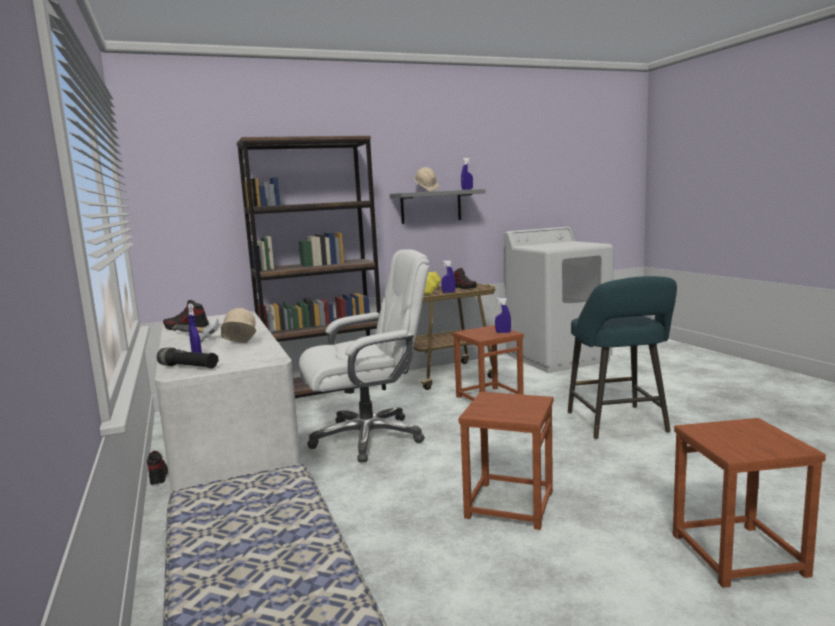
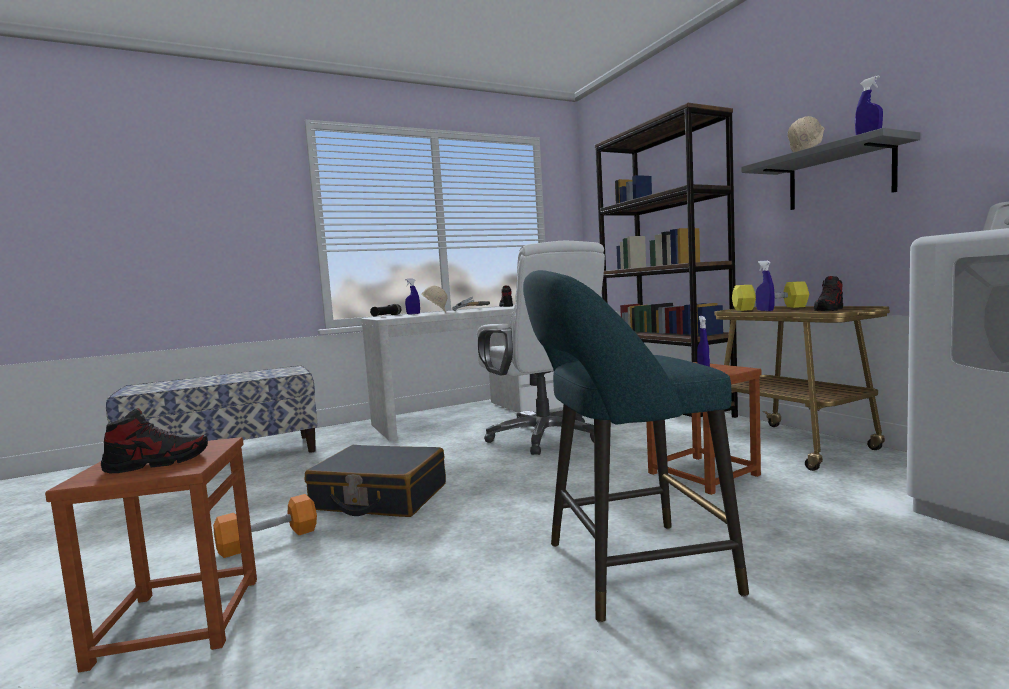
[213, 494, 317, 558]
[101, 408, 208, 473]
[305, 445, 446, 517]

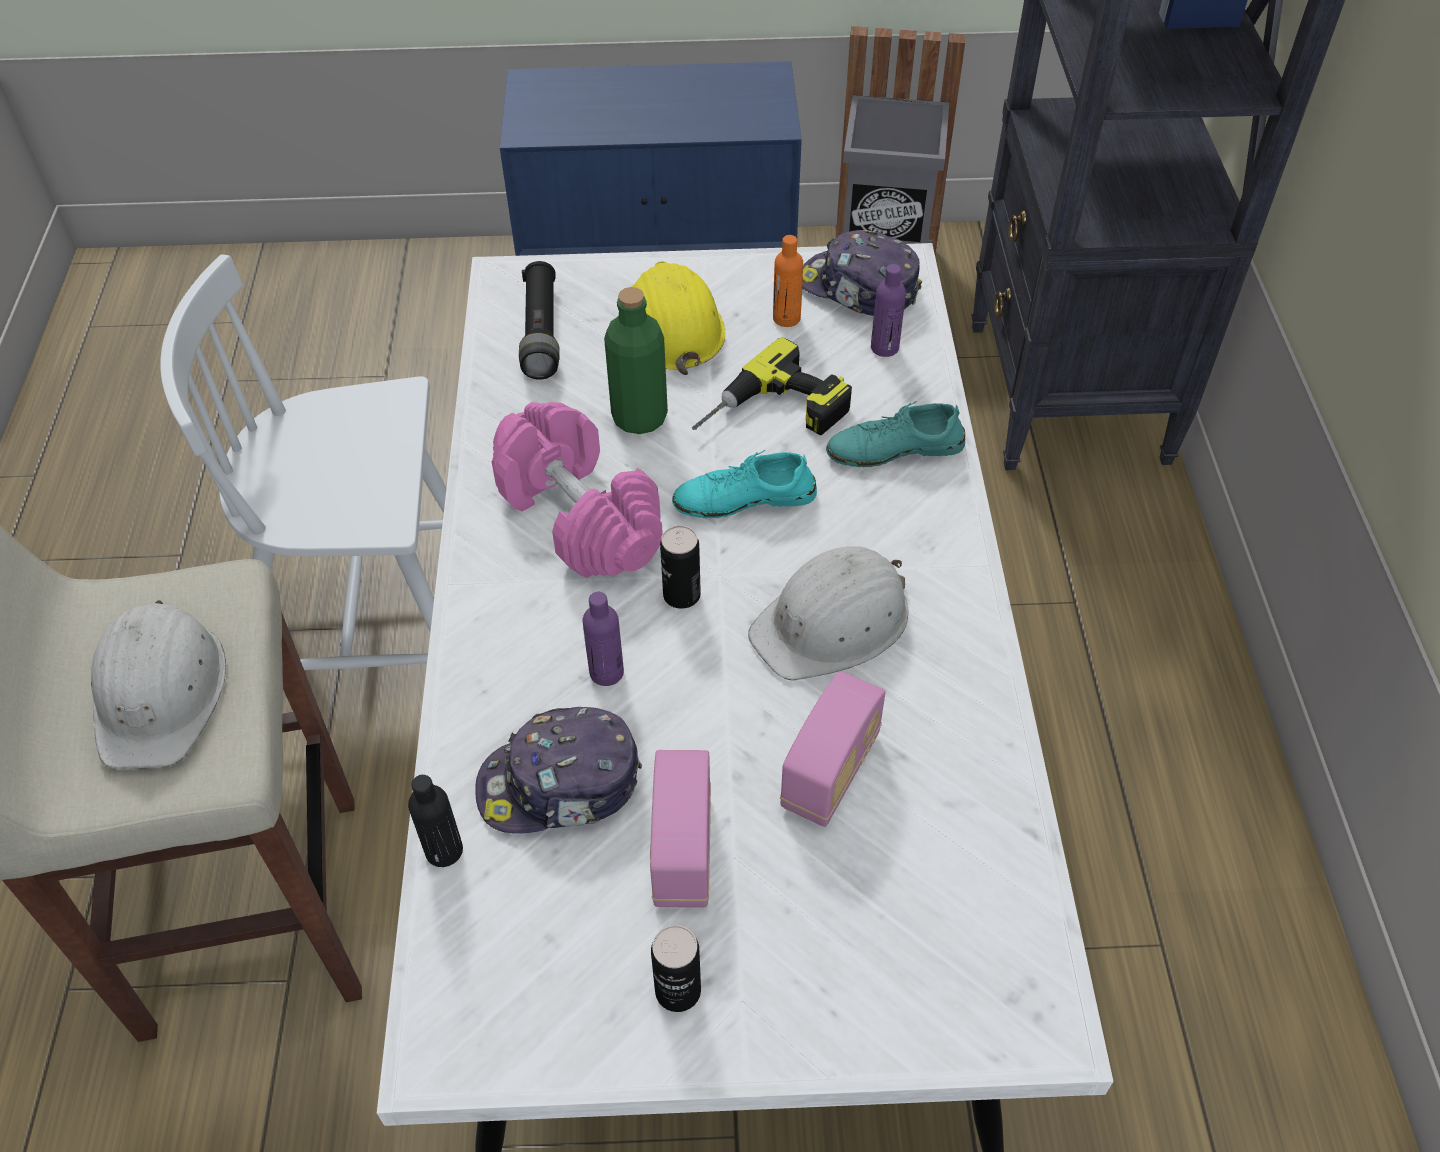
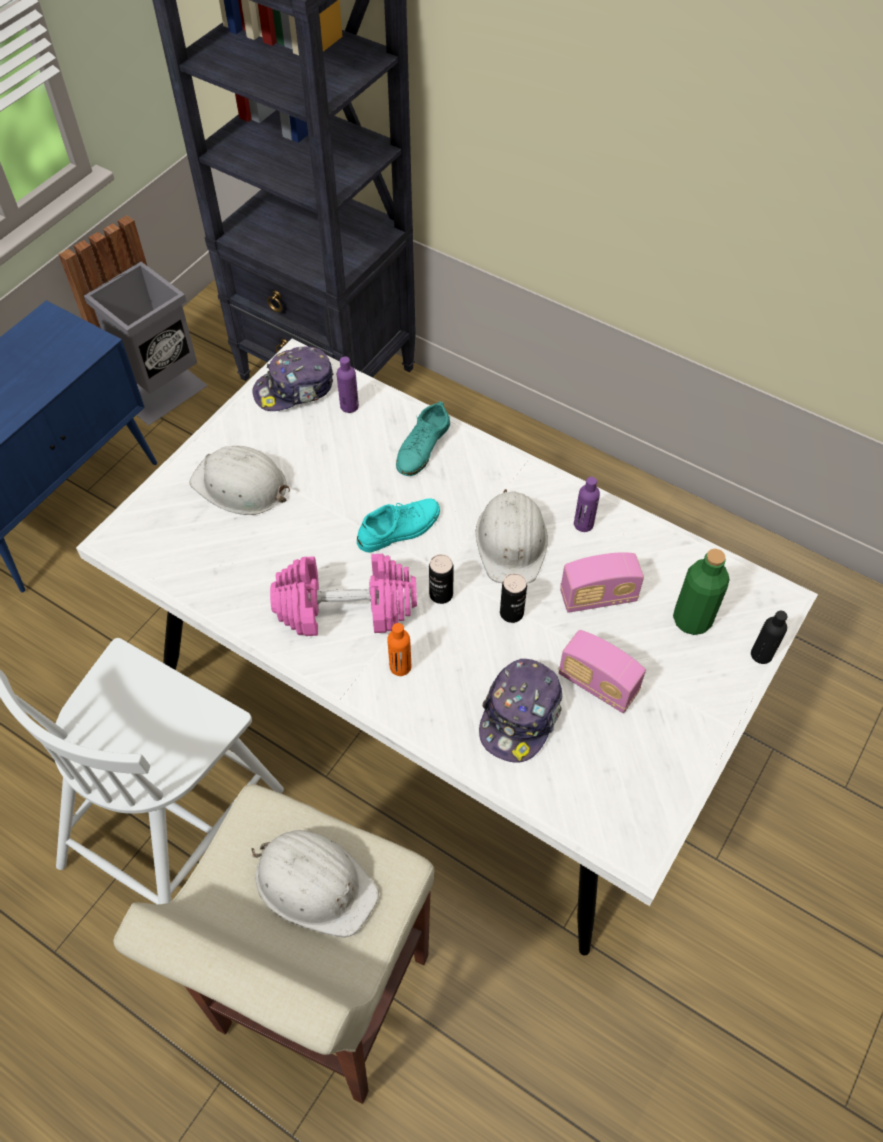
[519, 261, 559, 380] (first image)
[692, 338, 852, 435] (first image)
[751, 611, 787, 664]
[574, 477, 600, 532]
[673, 549, 730, 635]
[500, 573, 527, 623]
[387, 623, 411, 676]
[190, 446, 290, 515]
[357, 499, 440, 553]
[560, 552, 644, 613]

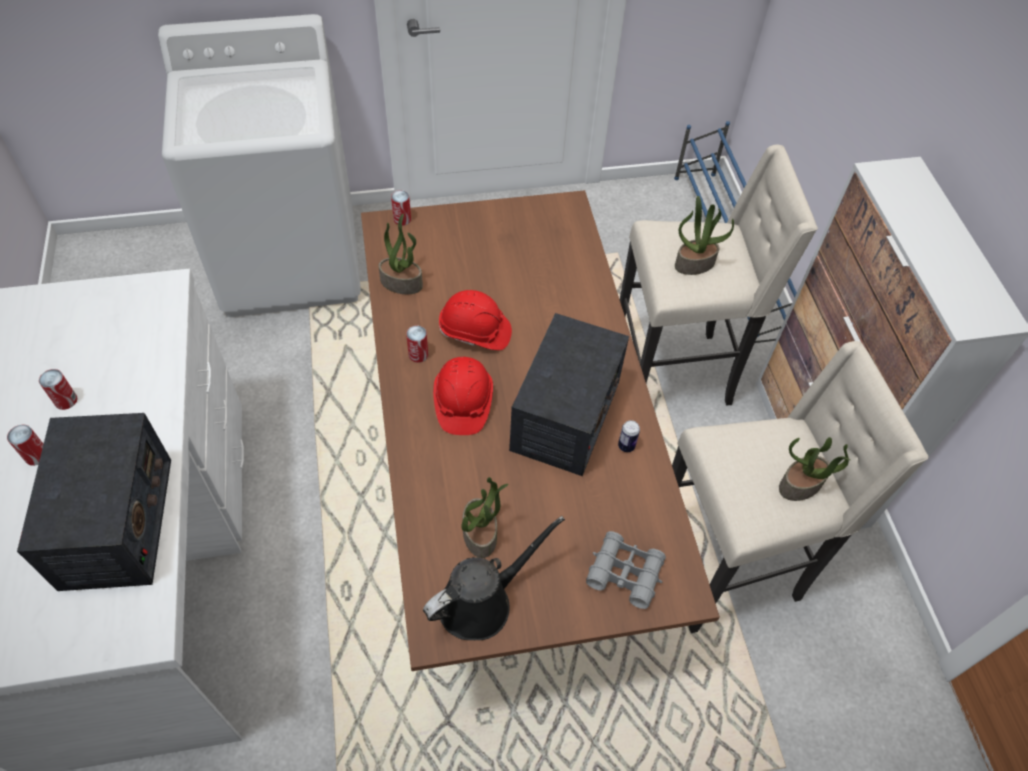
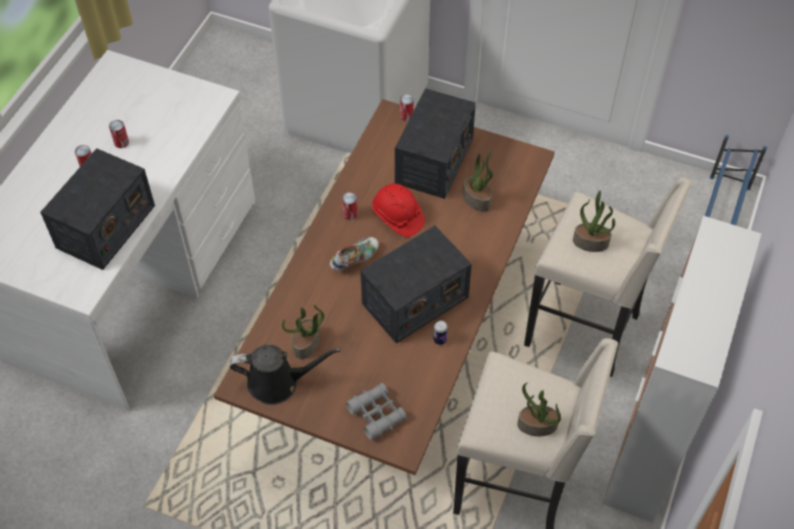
[395, 88, 476, 199]
[463, 152, 493, 212]
[330, 237, 379, 271]

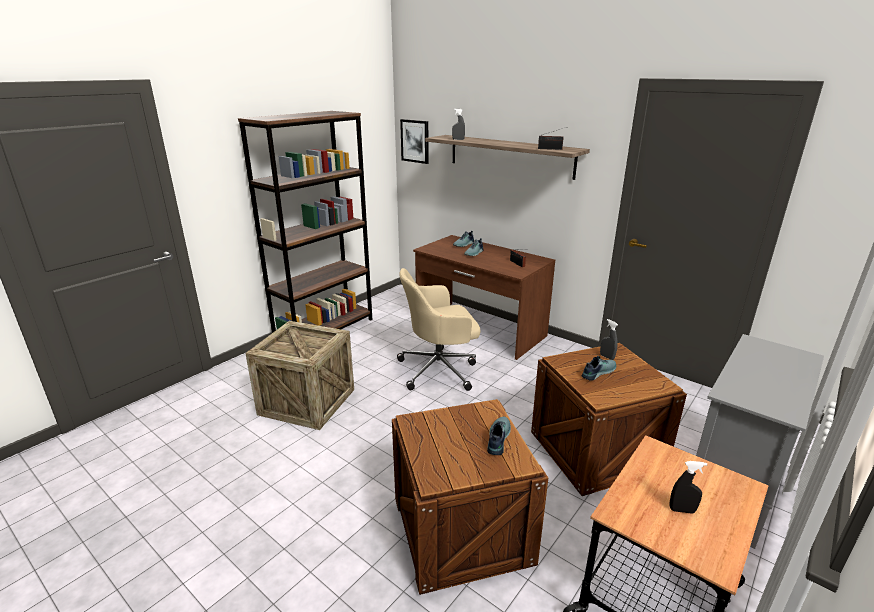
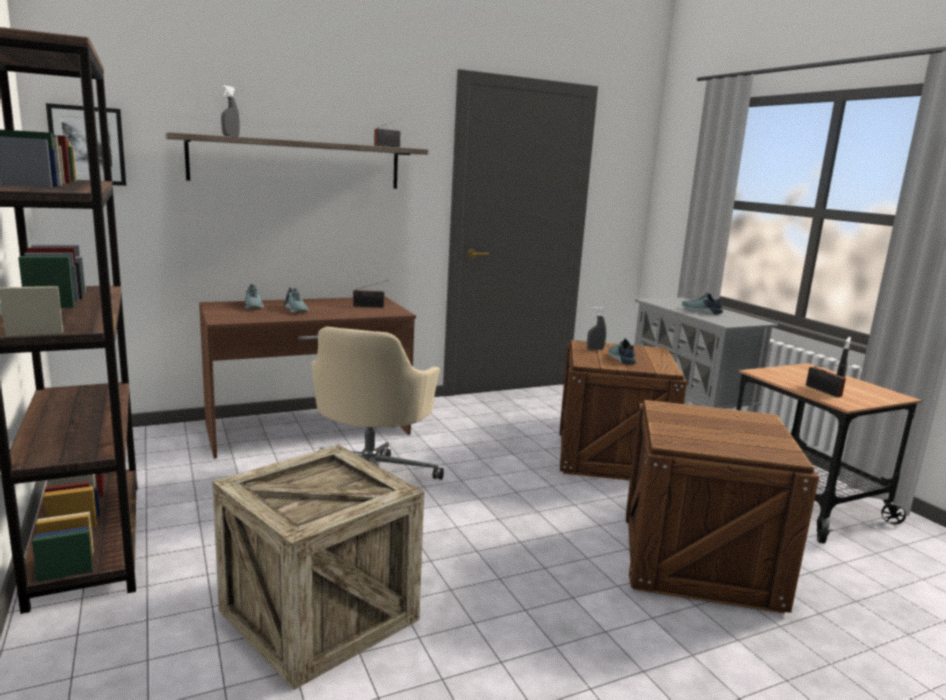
[806, 365, 846, 397]
[682, 292, 723, 315]

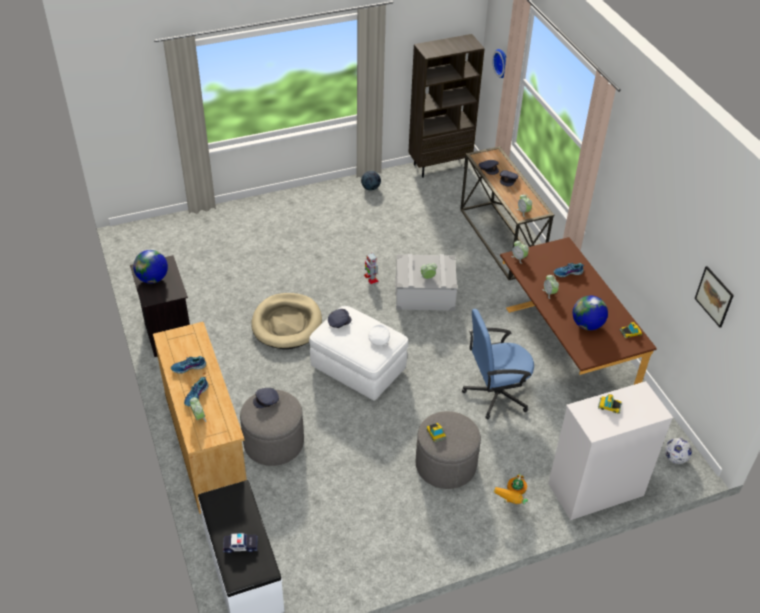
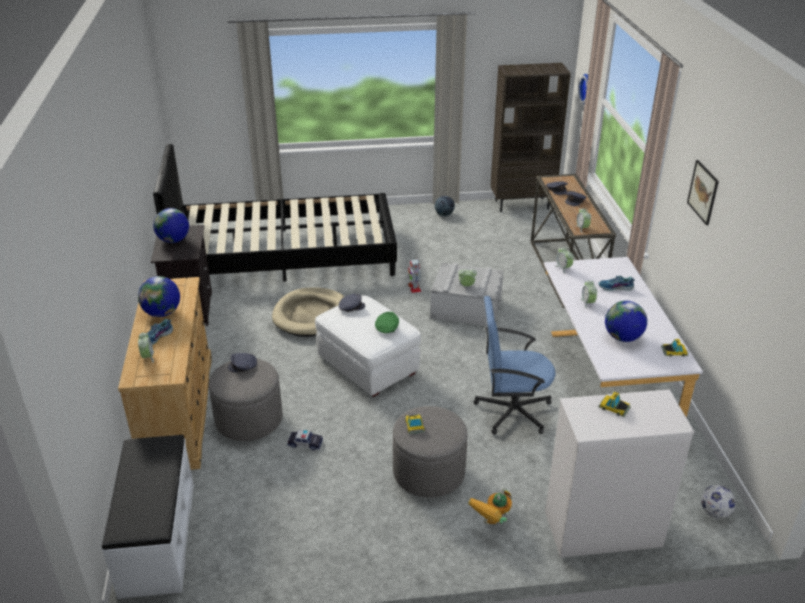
[153, 144, 397, 282]
[287, 430, 323, 450]
[687, 160, 719, 225]
[138, 276, 180, 317]
[375, 312, 399, 333]
[544, 257, 703, 418]

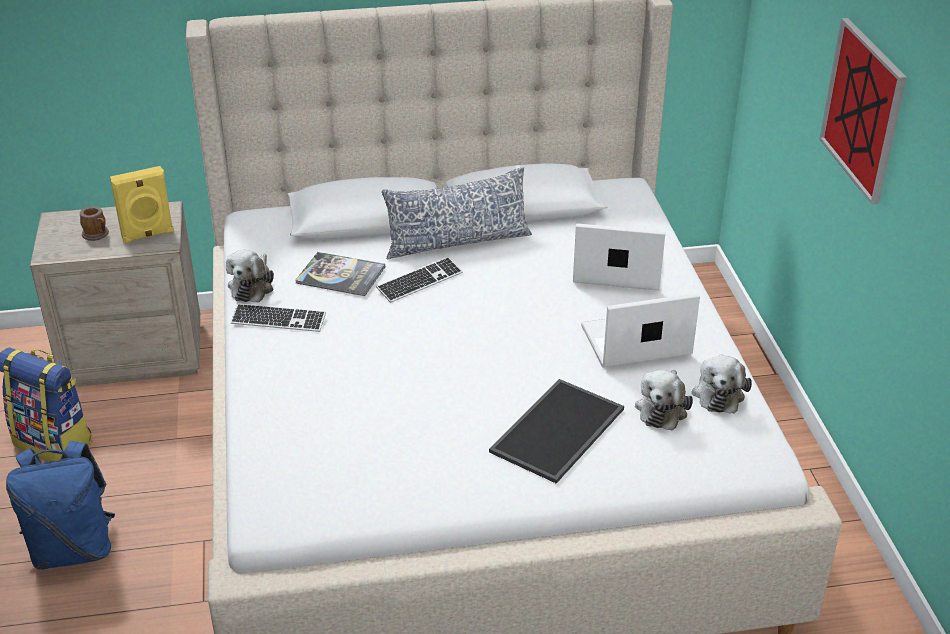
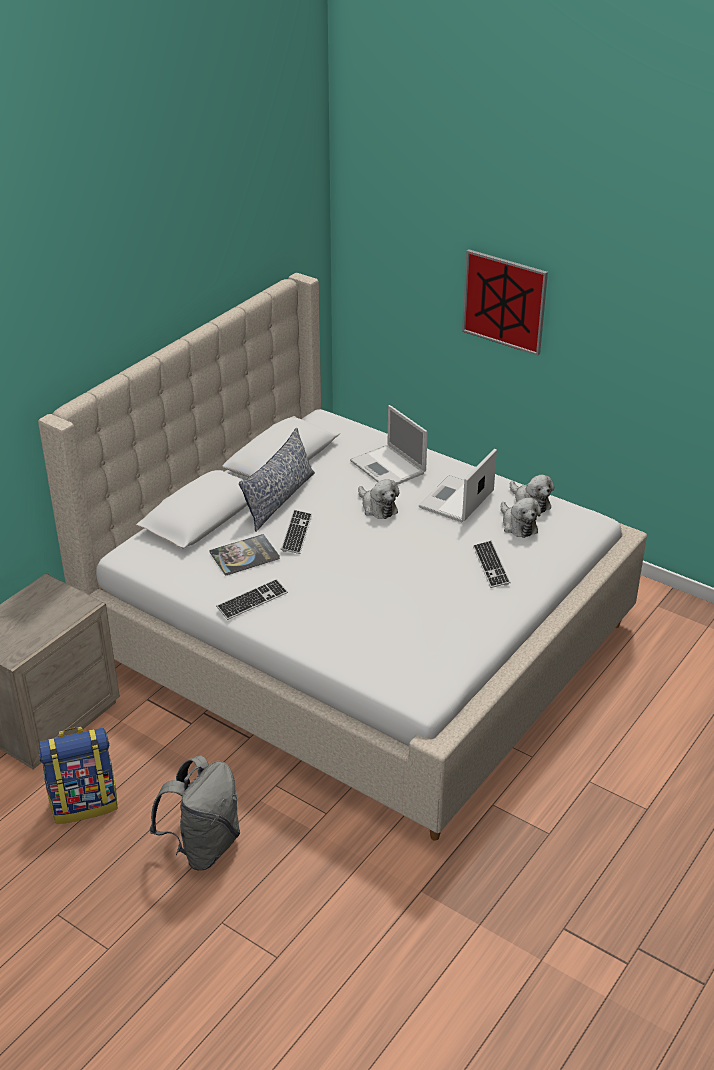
[80, 207, 109, 241] (first image)
[110, 166, 174, 243] (first image)
[358, 479, 399, 519]
[473, 541, 511, 588]
[149, 755, 240, 870]
[350, 405, 428, 485]

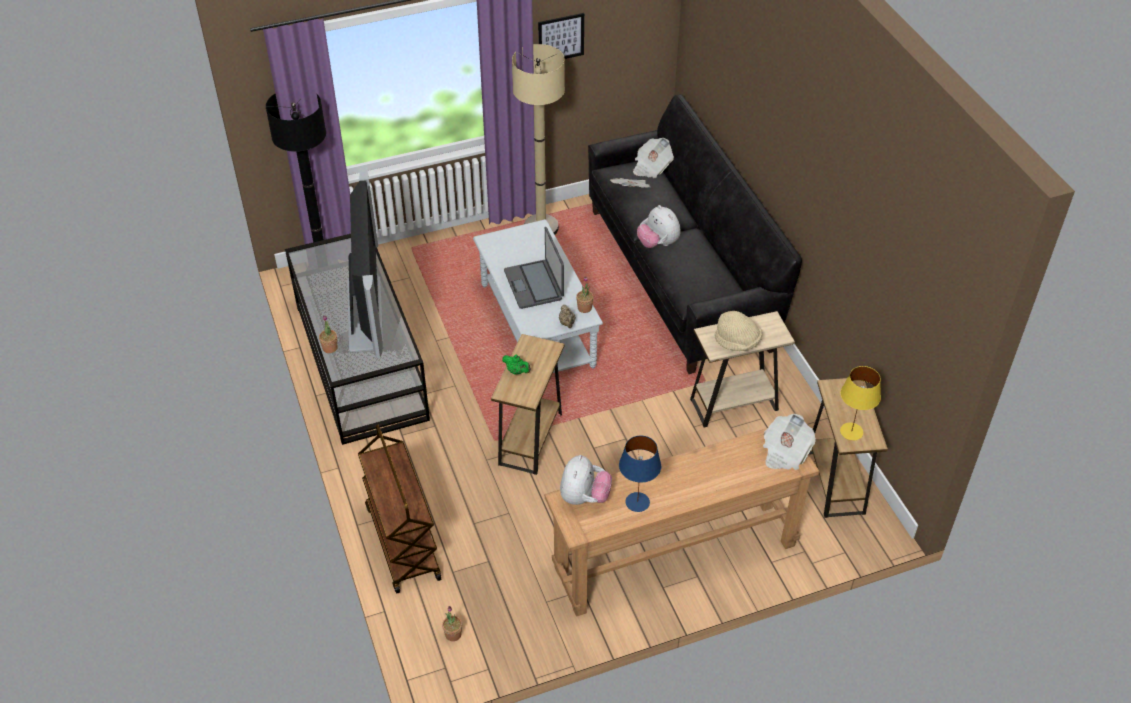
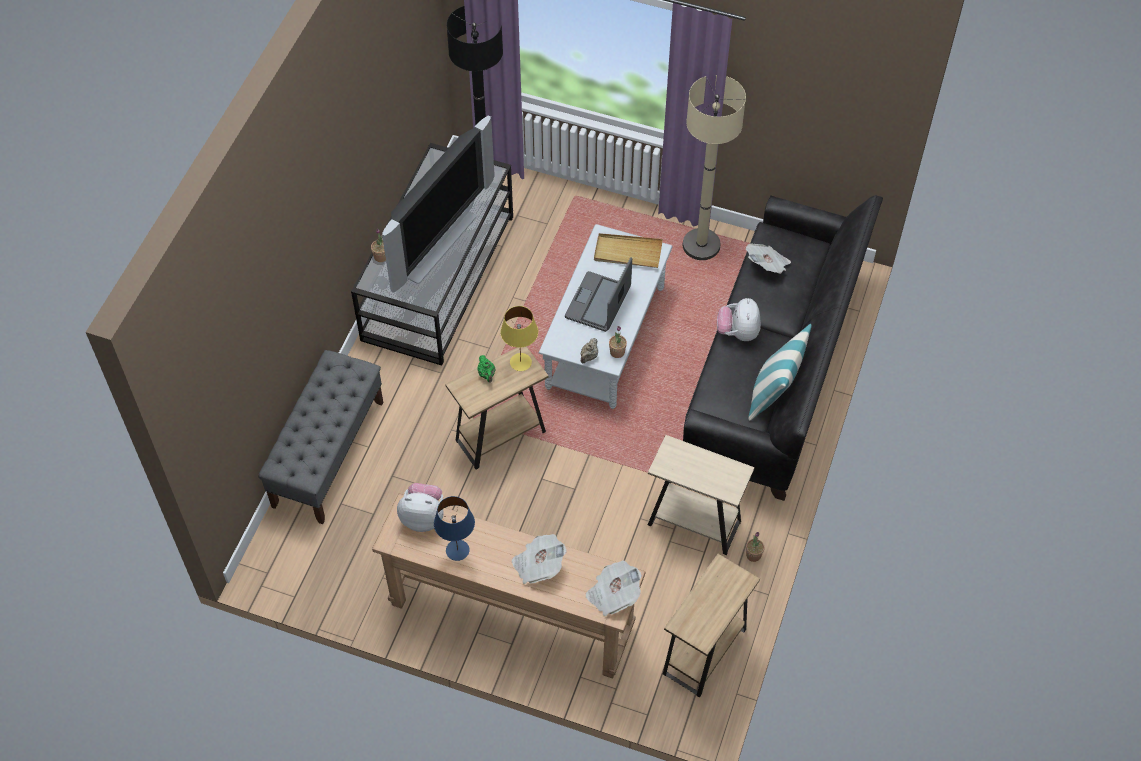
[538, 13, 584, 59] (first image)
[714, 311, 762, 351] (first image)
[594, 233, 663, 268]
[748, 324, 812, 421]
[746, 532, 765, 562]
[512, 534, 566, 584]
[500, 306, 538, 371]
[258, 350, 383, 524]
[397, 483, 444, 532]

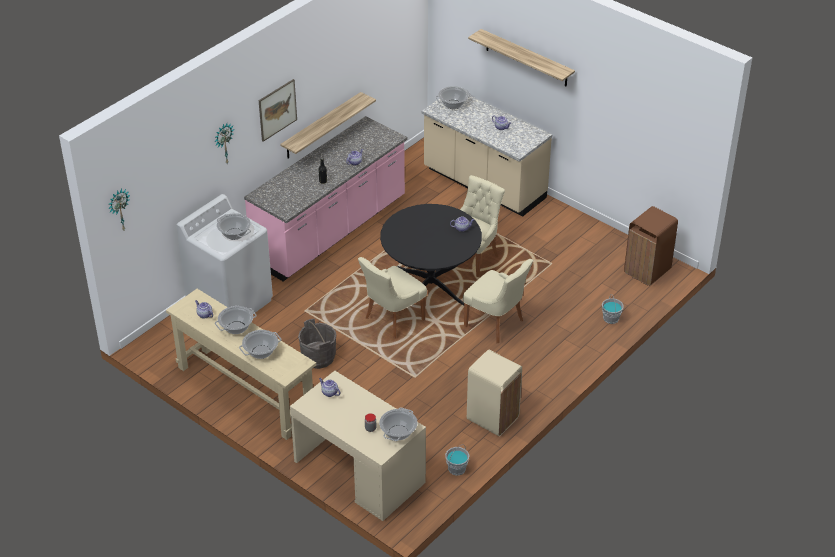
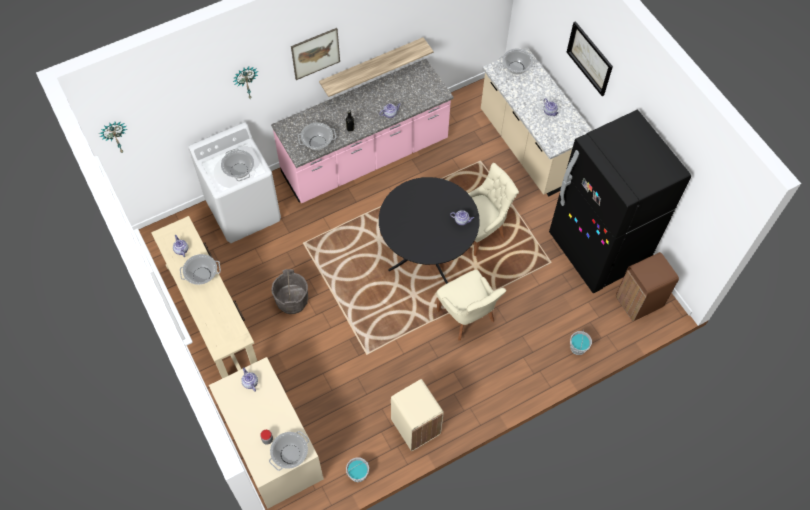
[358, 257, 427, 339] (first image)
[549, 110, 691, 293]
[298, 122, 336, 150]
[567, 21, 613, 96]

